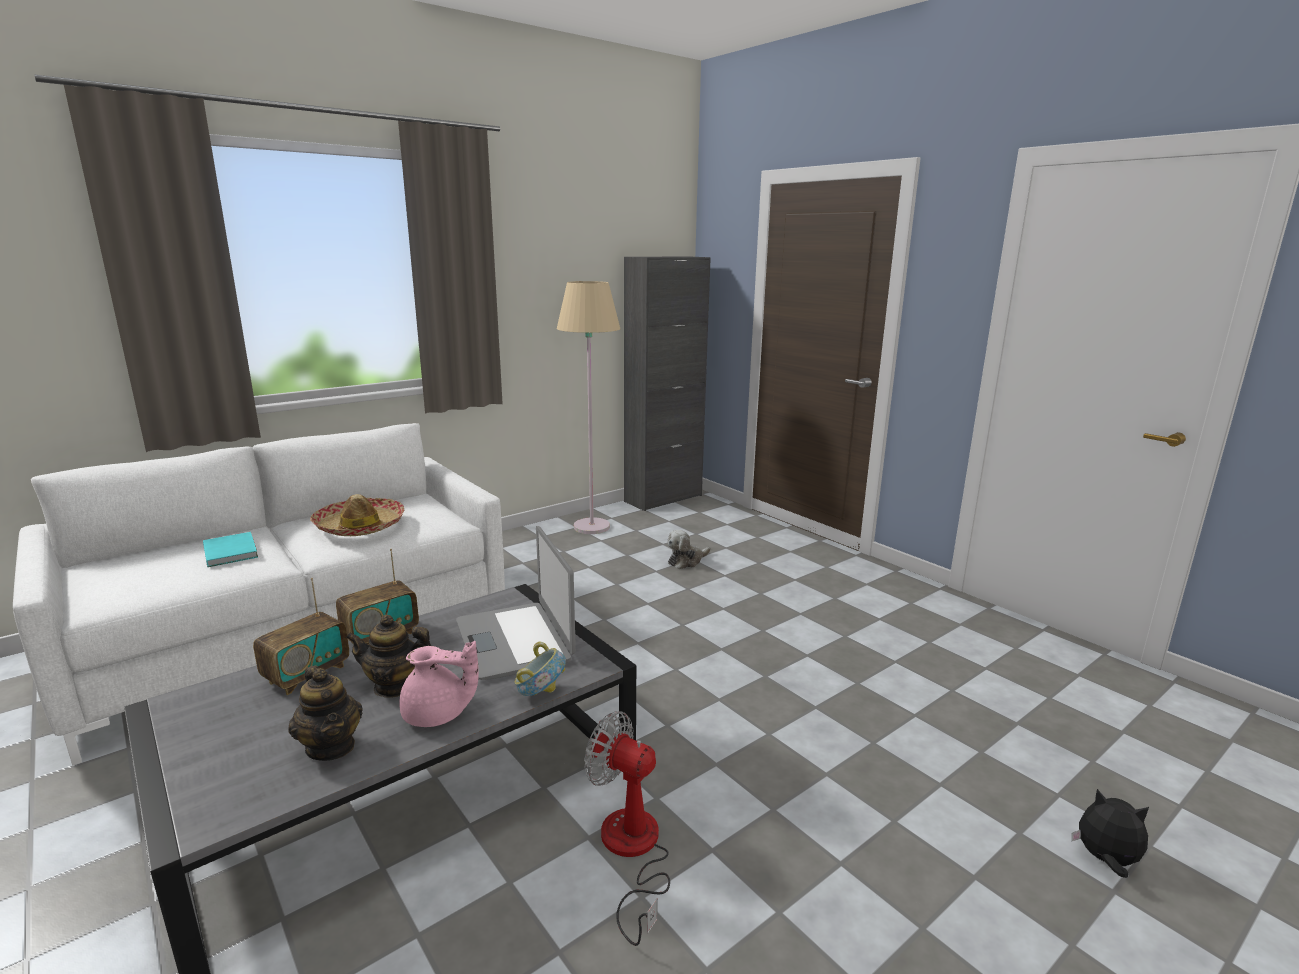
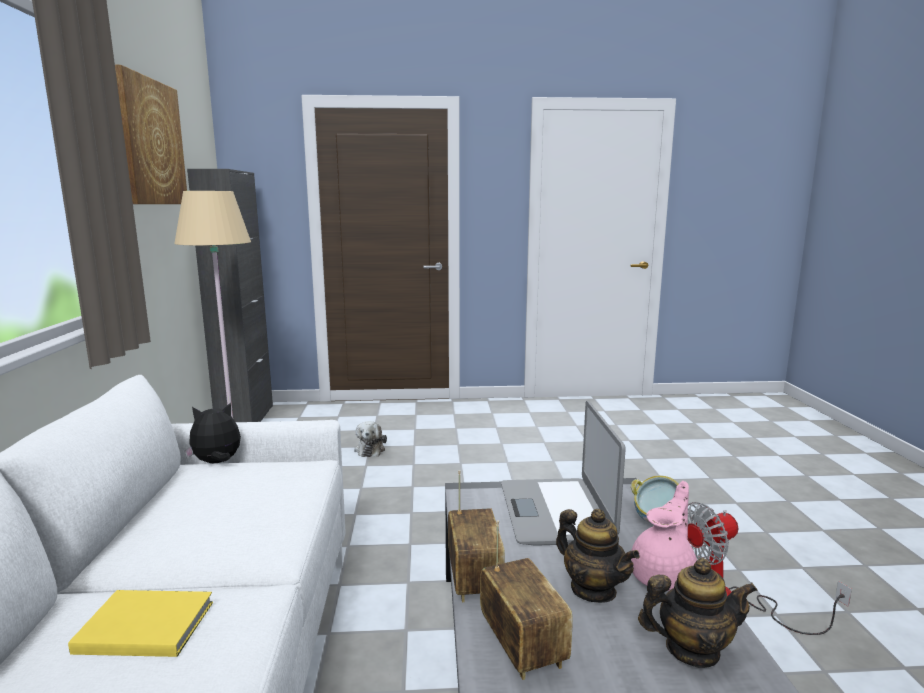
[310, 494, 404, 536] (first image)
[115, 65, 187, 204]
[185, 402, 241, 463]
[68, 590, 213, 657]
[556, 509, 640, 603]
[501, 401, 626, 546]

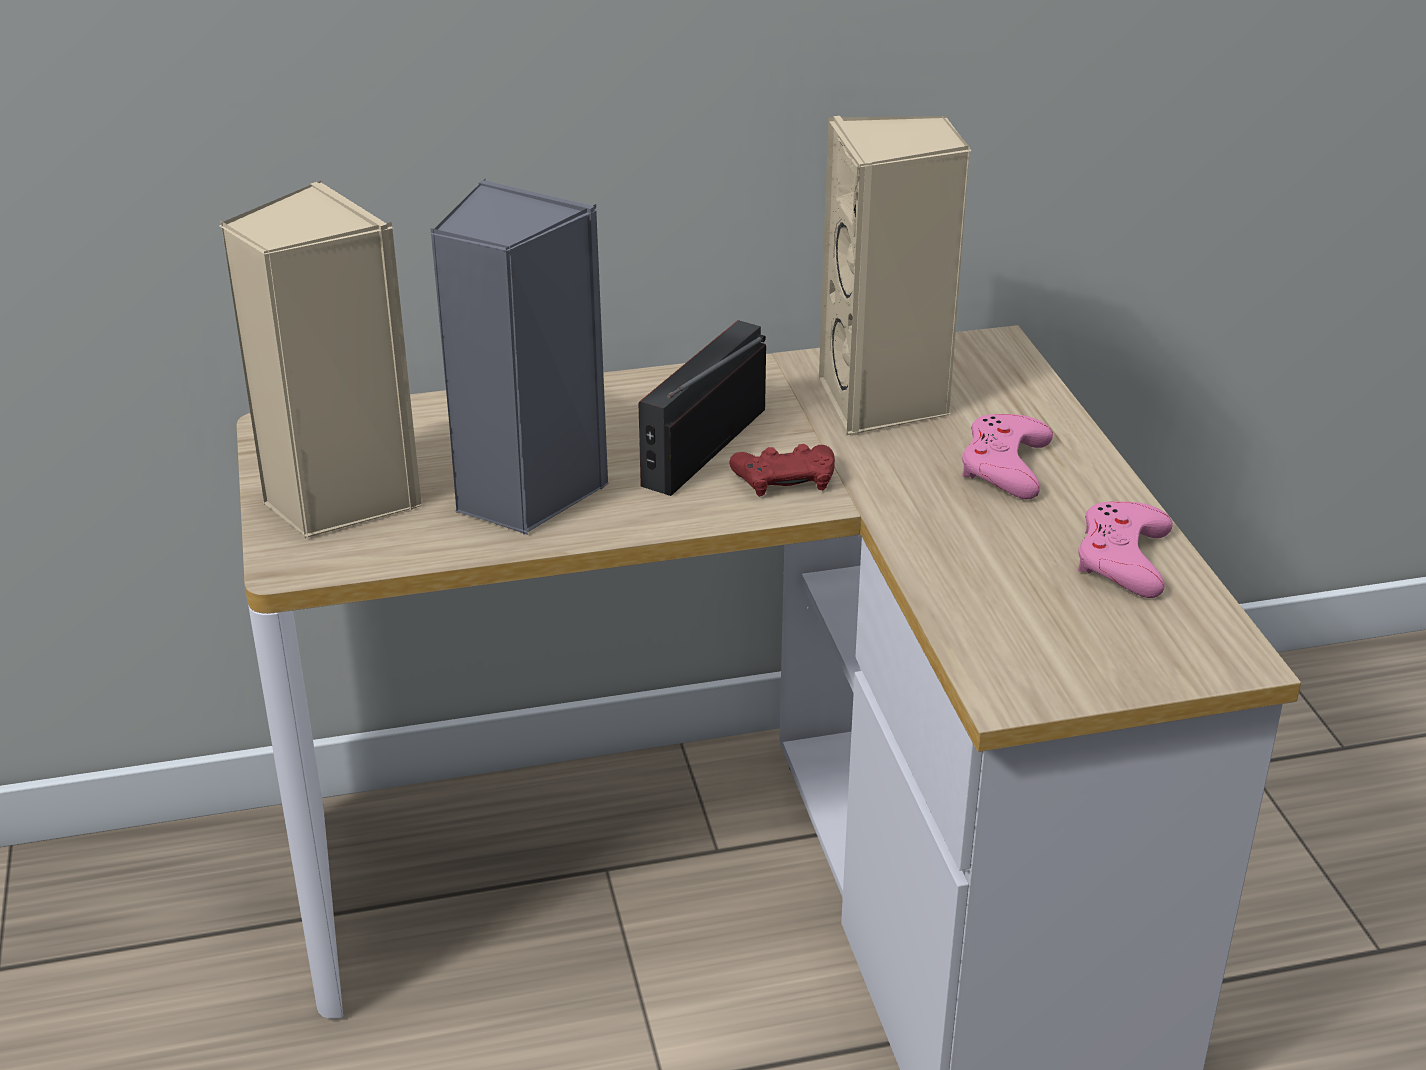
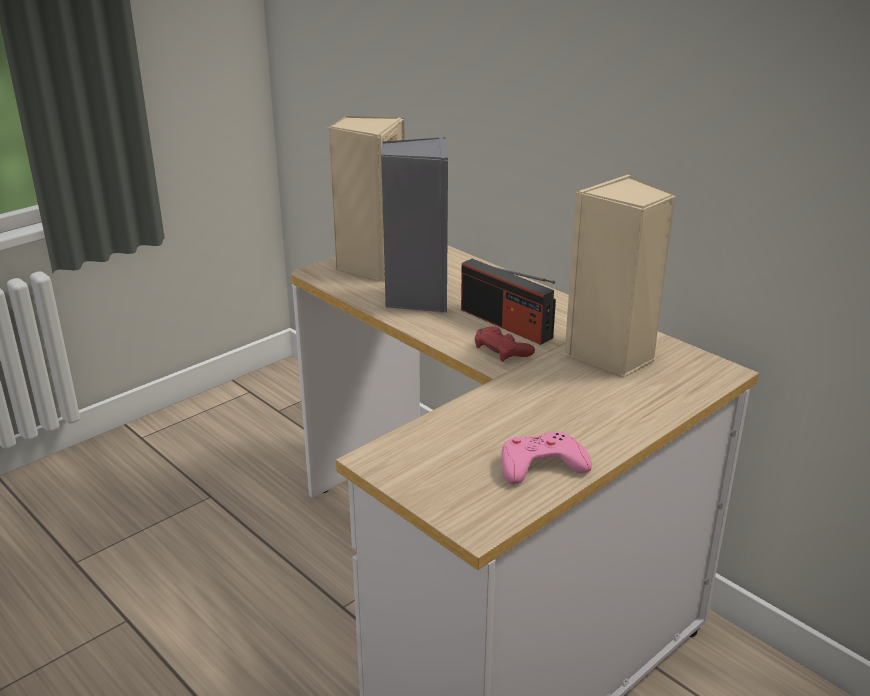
[962, 414, 1053, 499] (first image)
[461, 259, 556, 345]

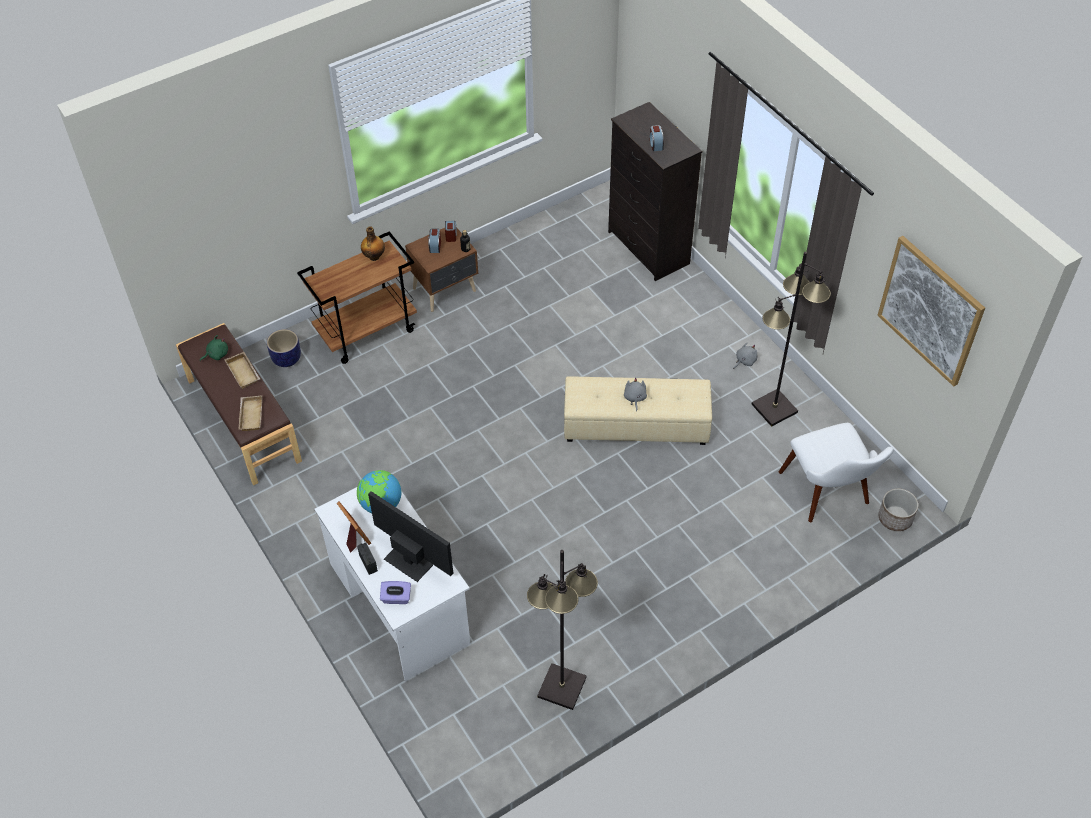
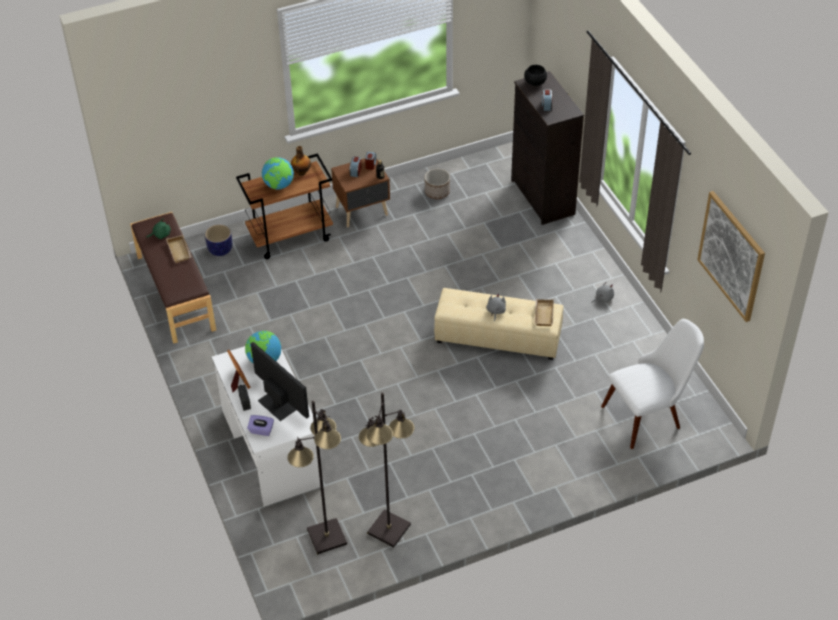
[262, 157, 294, 190]
[524, 65, 547, 86]
[535, 299, 554, 326]
[287, 400, 347, 555]
[425, 169, 450, 199]
[601, 319, 704, 449]

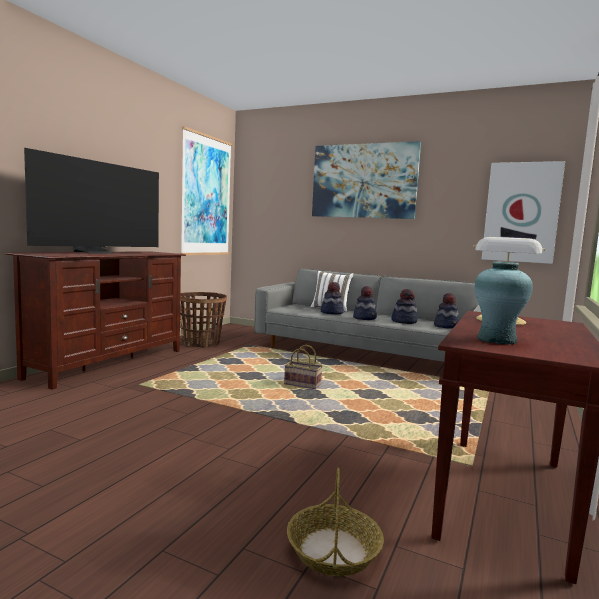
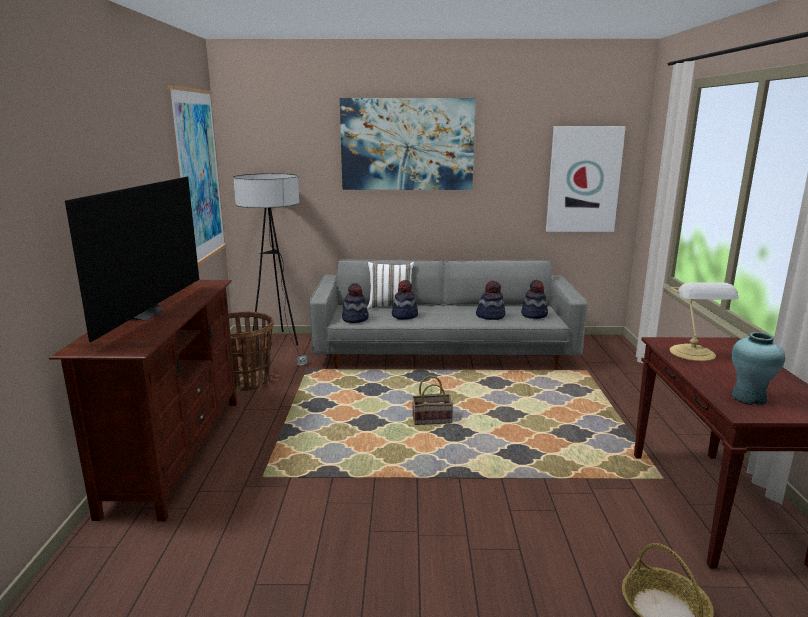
[233, 173, 308, 365]
[342, 283, 369, 323]

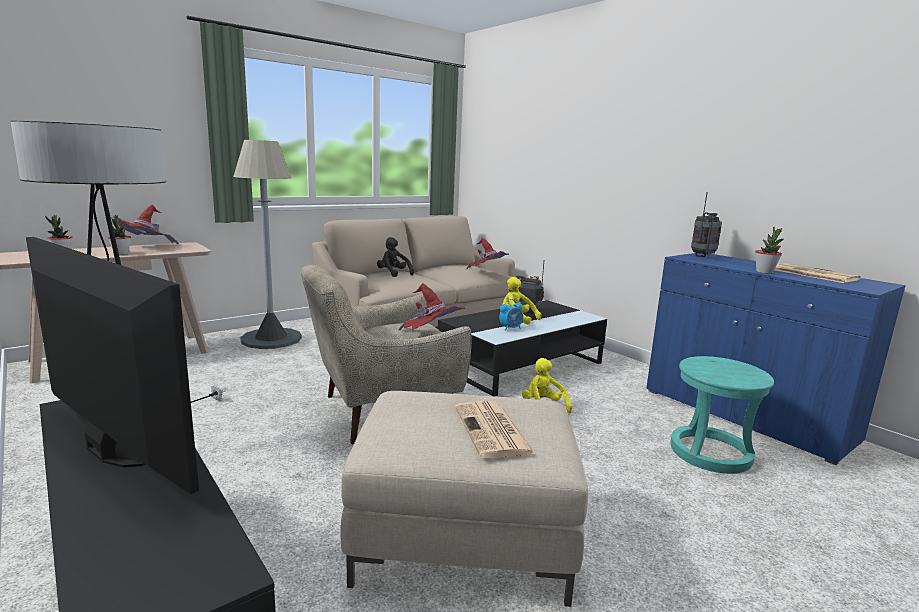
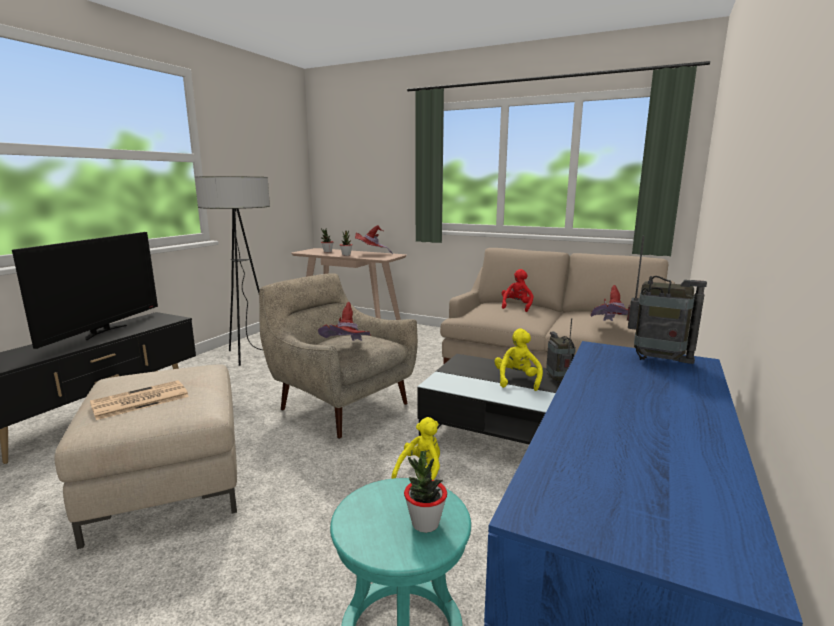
[233, 140, 302, 349] (first image)
[499, 299, 523, 331] (first image)
[775, 263, 861, 283] (first image)
[404, 451, 447, 533]
[502, 269, 533, 312]

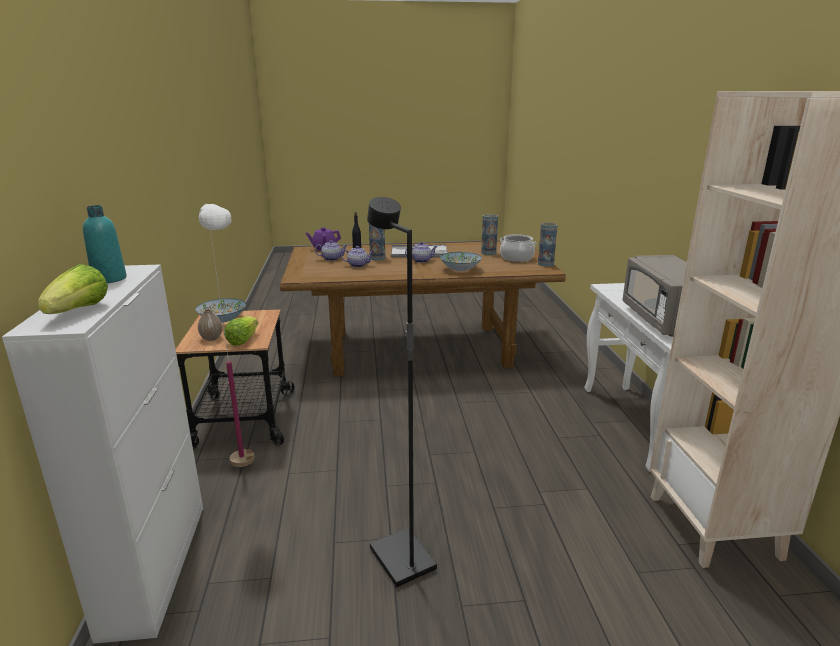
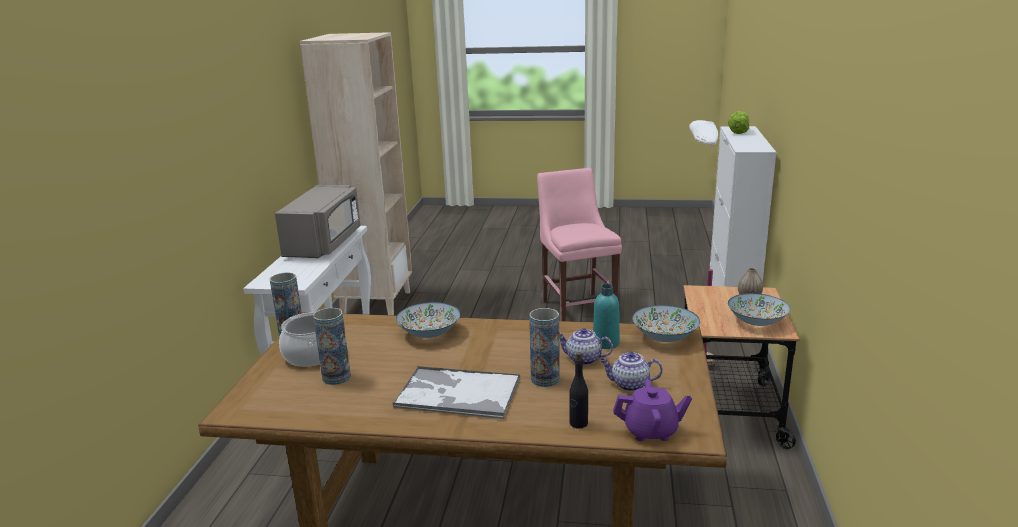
[224, 316, 258, 346] (first image)
[405, 242, 438, 263] (first image)
[632, 305, 700, 342]
[593, 284, 620, 349]
[537, 168, 622, 321]

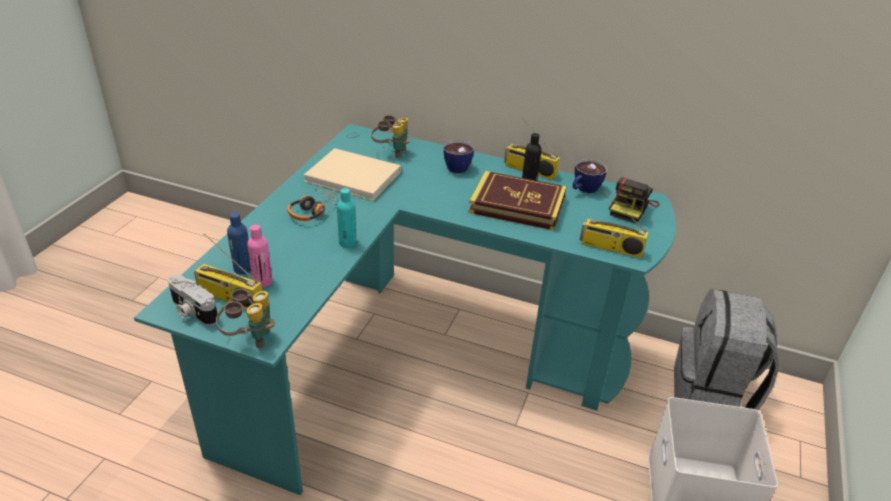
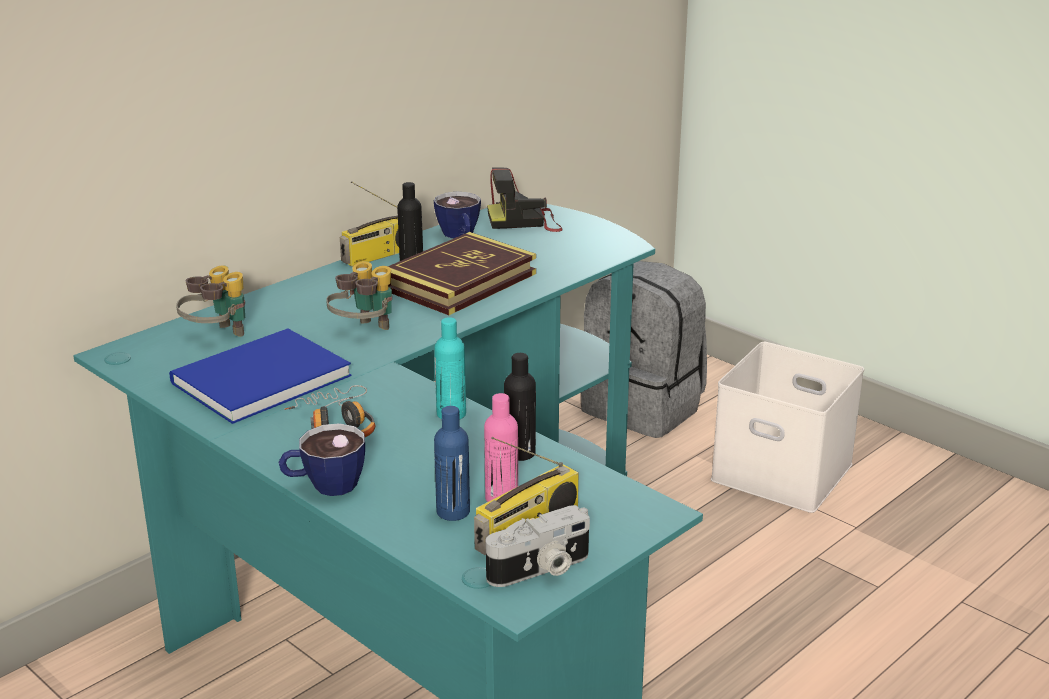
[580, 190, 648, 258] (first image)
[504, 353, 536, 461]
[326, 261, 392, 330]
[279, 423, 365, 496]
[169, 328, 352, 424]
[487, 167, 563, 232]

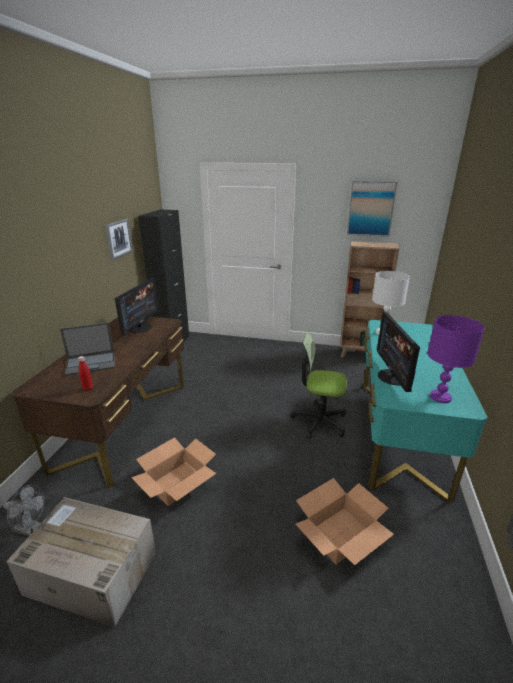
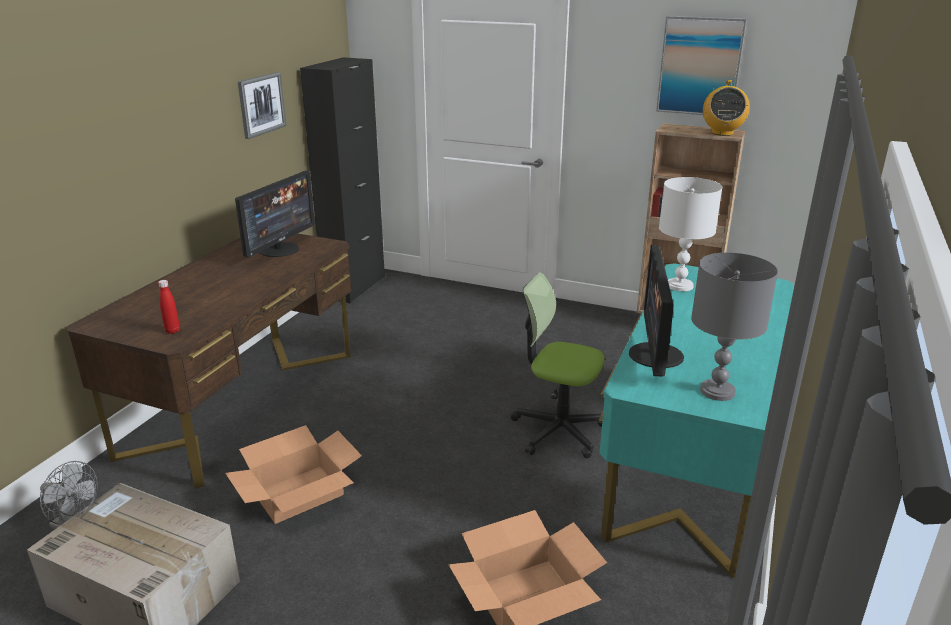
[60, 322, 115, 376] (first image)
[703, 80, 750, 136]
[691, 252, 778, 401]

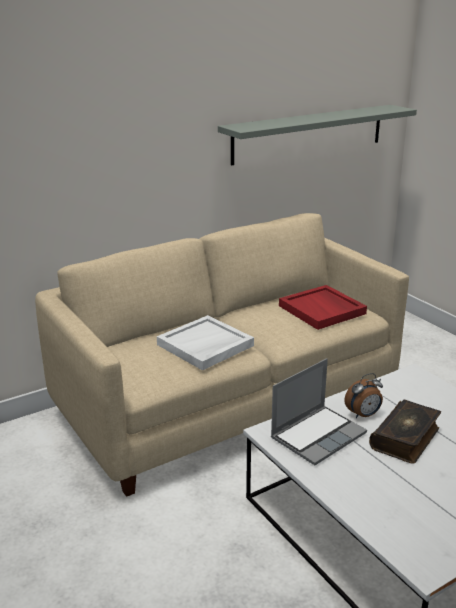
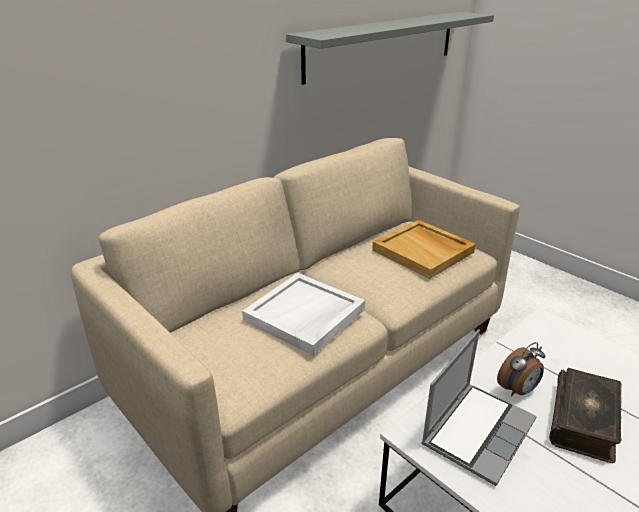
[372, 220, 476, 279]

